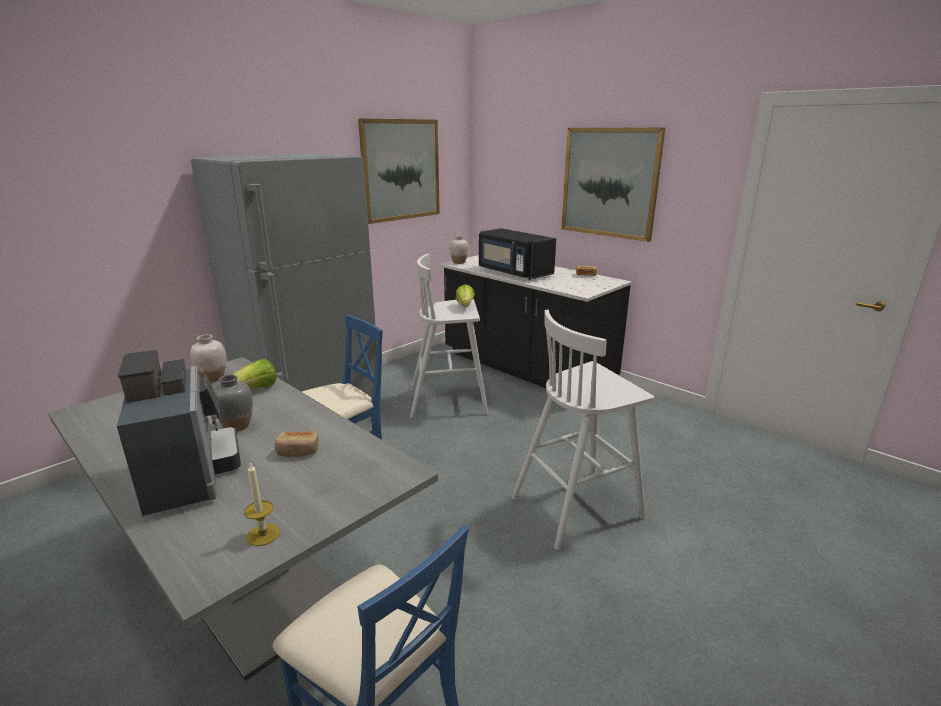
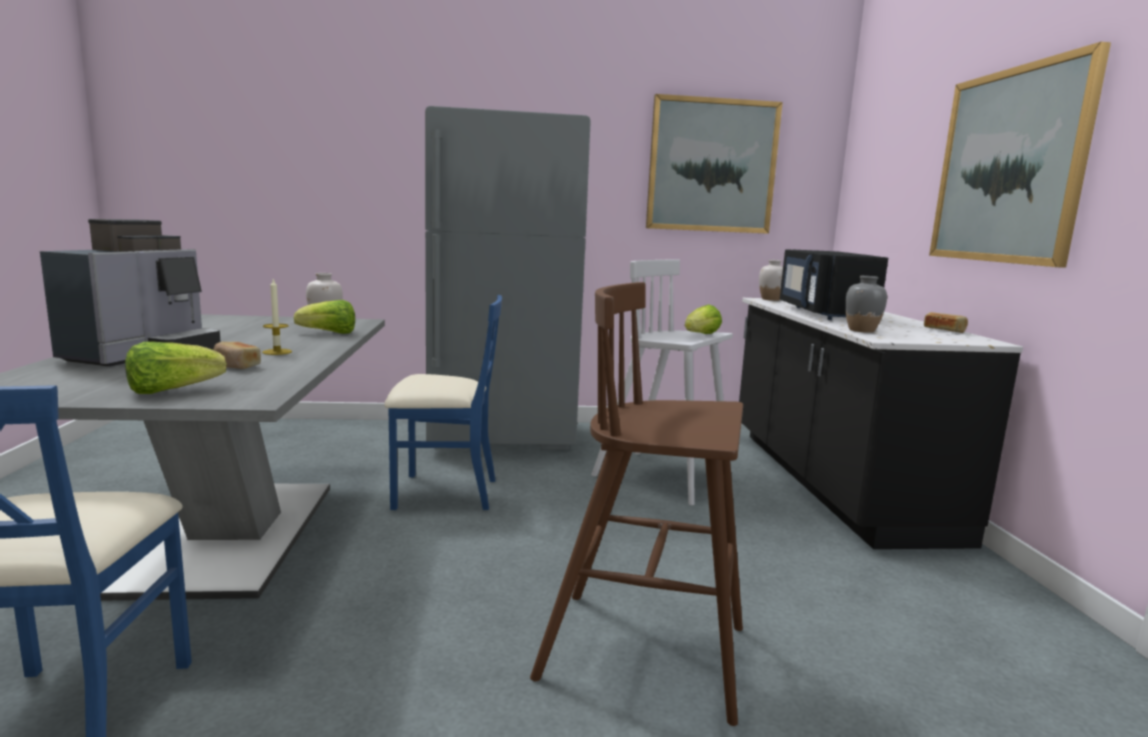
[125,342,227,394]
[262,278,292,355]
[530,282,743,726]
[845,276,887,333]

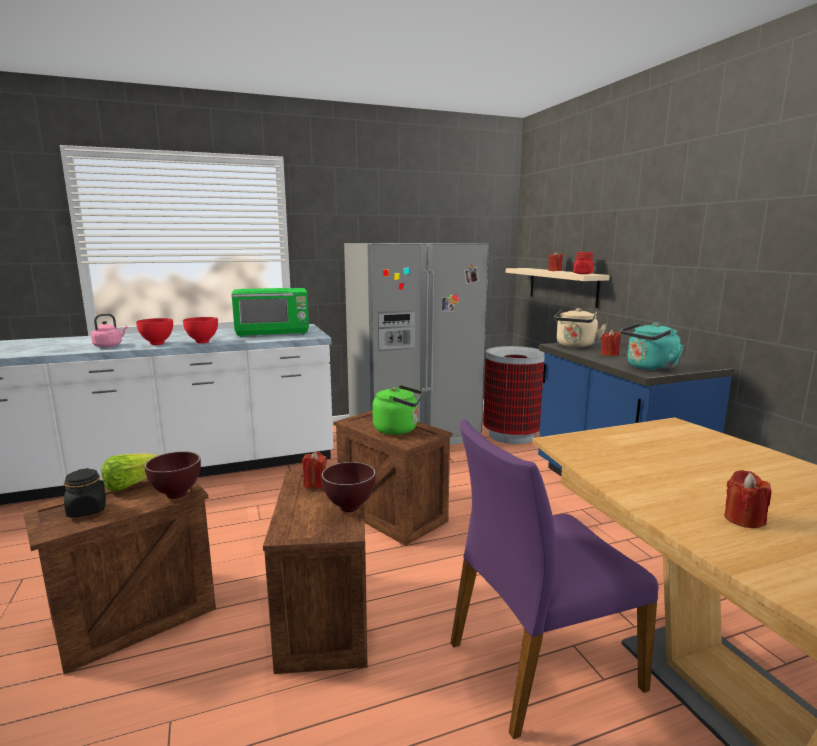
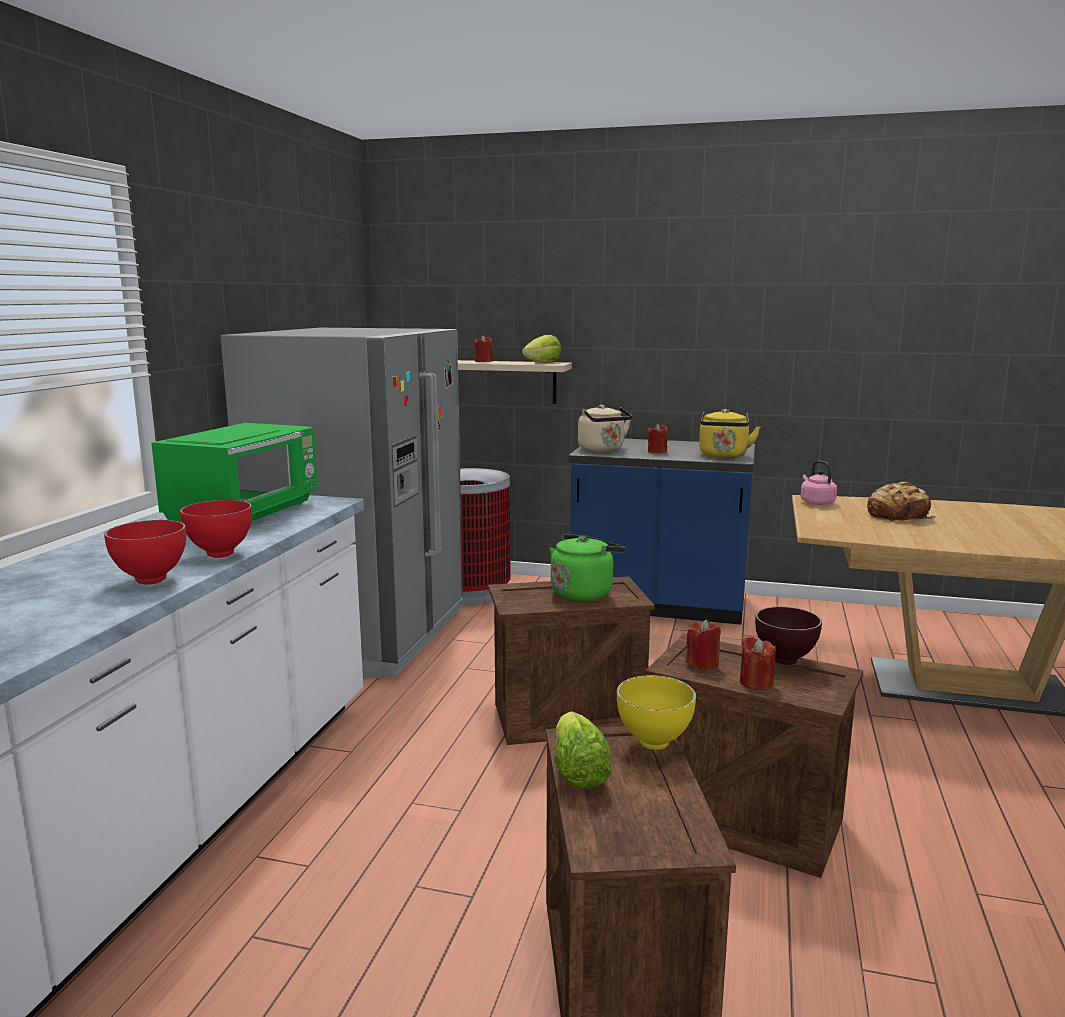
[522,335,562,363]
[617,675,696,750]
[699,409,760,458]
[740,636,776,690]
[800,460,837,505]
[867,482,936,521]
[64,468,106,518] (first image)
[451,419,659,739] (first image)

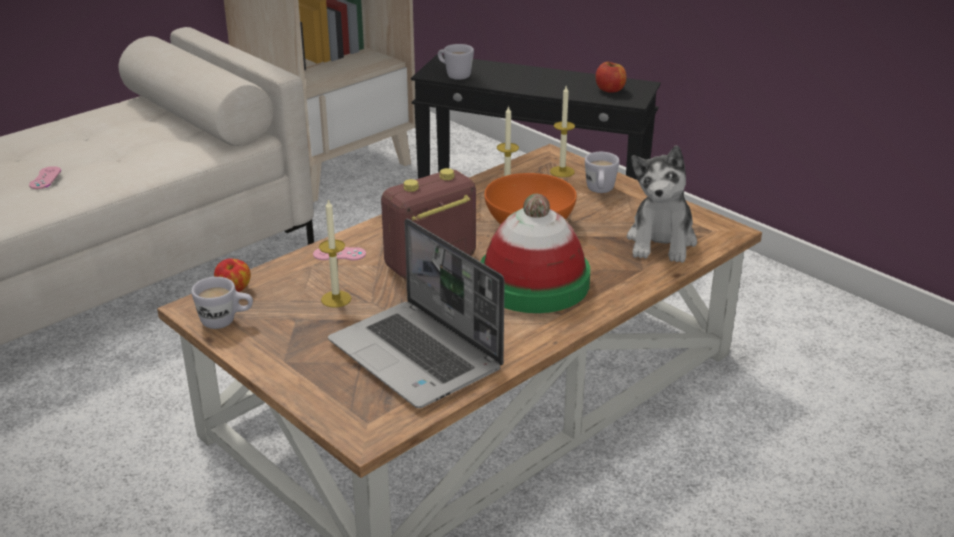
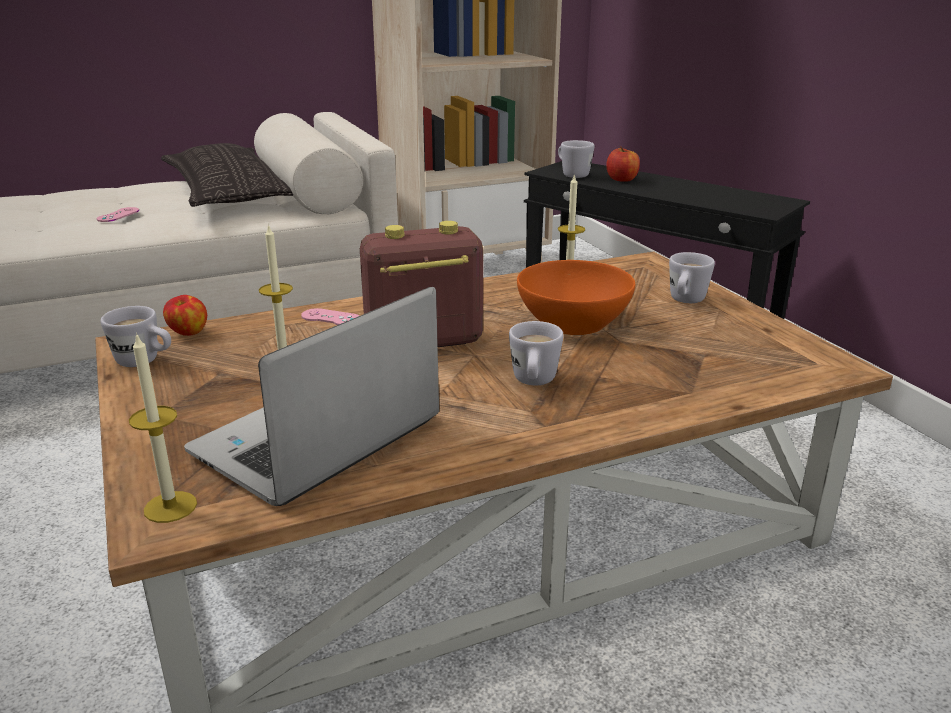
[129,333,197,523]
[161,143,293,207]
[184,287,439,506]
[509,321,563,385]
[606,146,640,182]
[627,145,697,263] (first image)

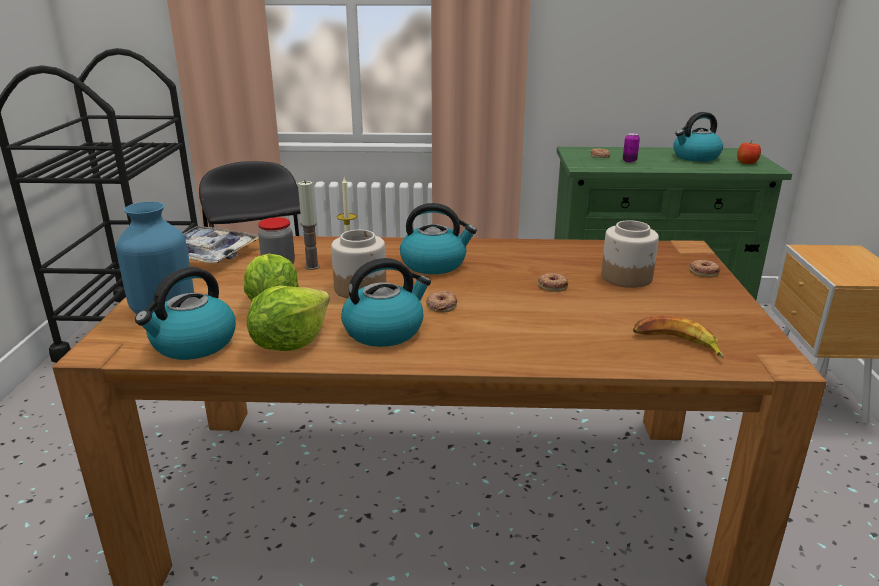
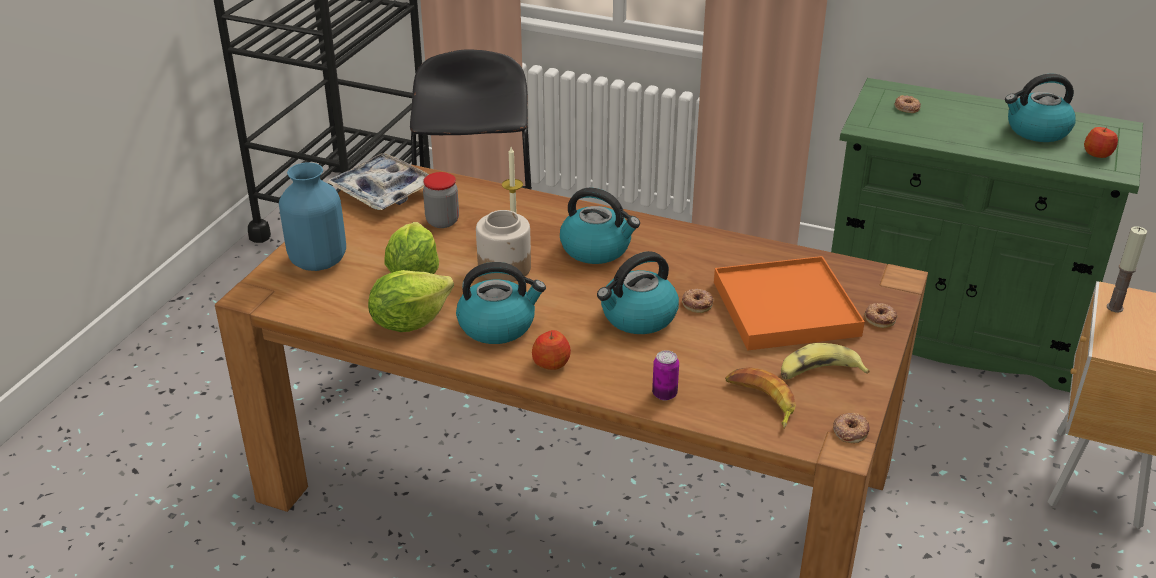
[532,330,571,370]
[597,251,679,334]
[652,350,679,400]
[714,256,865,350]
[781,343,870,380]
[833,413,870,443]
[1107,226,1147,312]

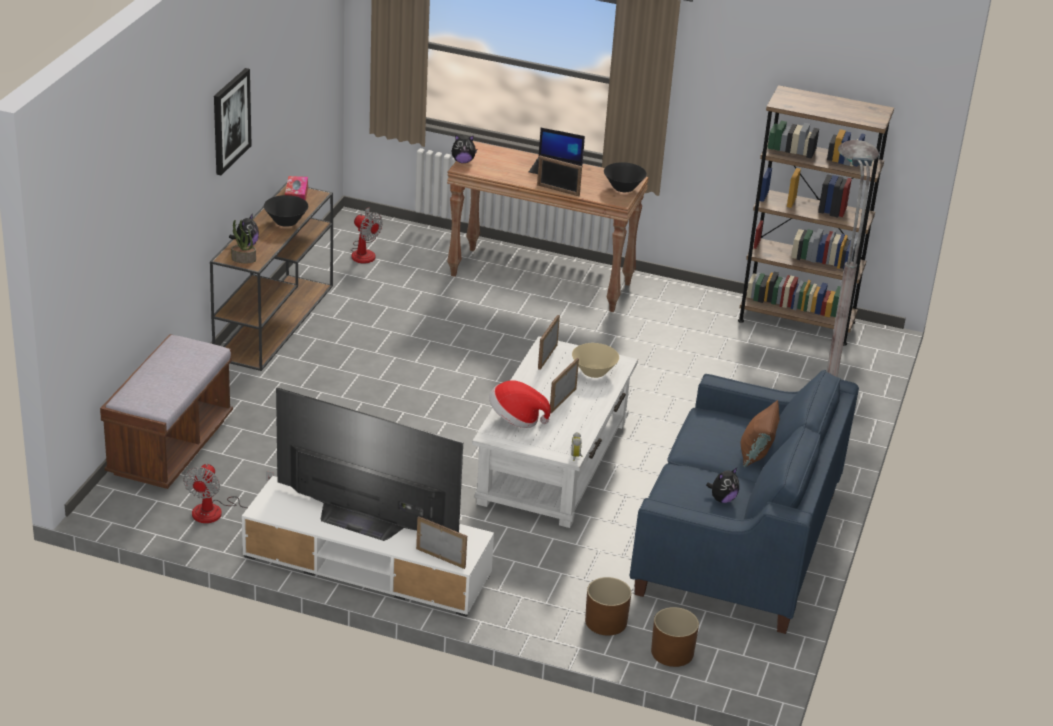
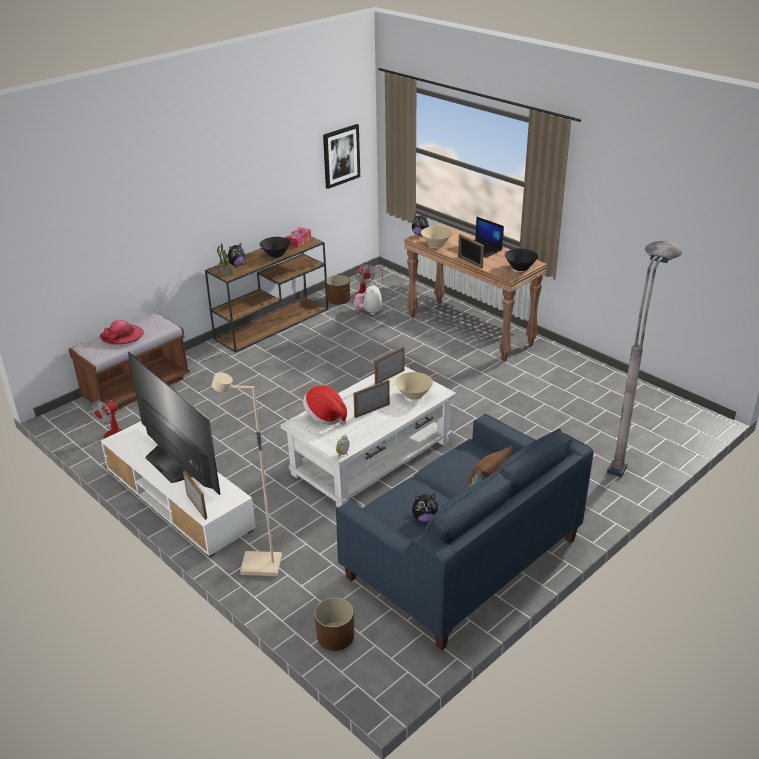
[100,320,144,344]
[212,372,282,576]
[323,124,360,189]
[327,275,350,305]
[354,284,382,315]
[421,226,452,247]
[738,85,894,346] (first image)

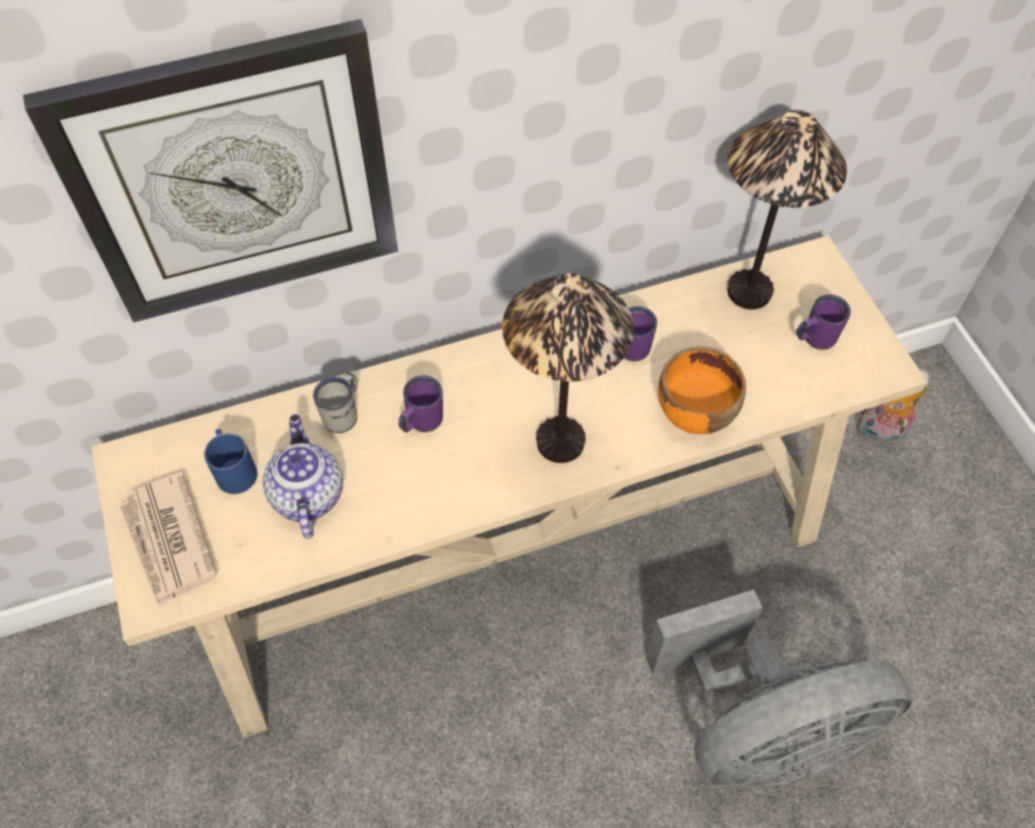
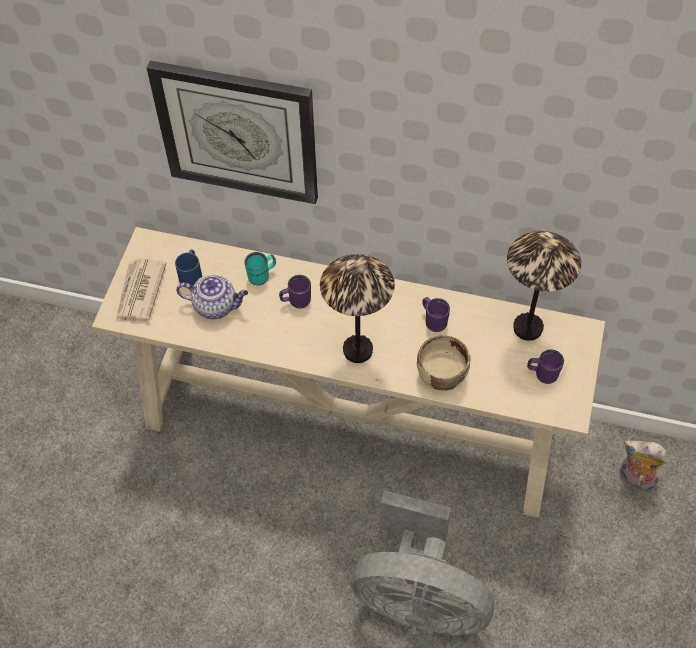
[176,275,248,319]
[244,252,276,285]
[417,335,470,390]

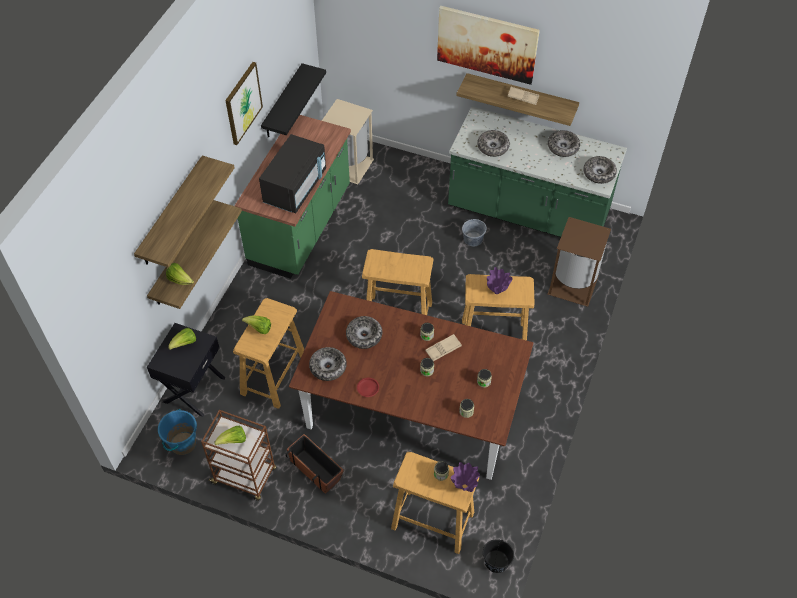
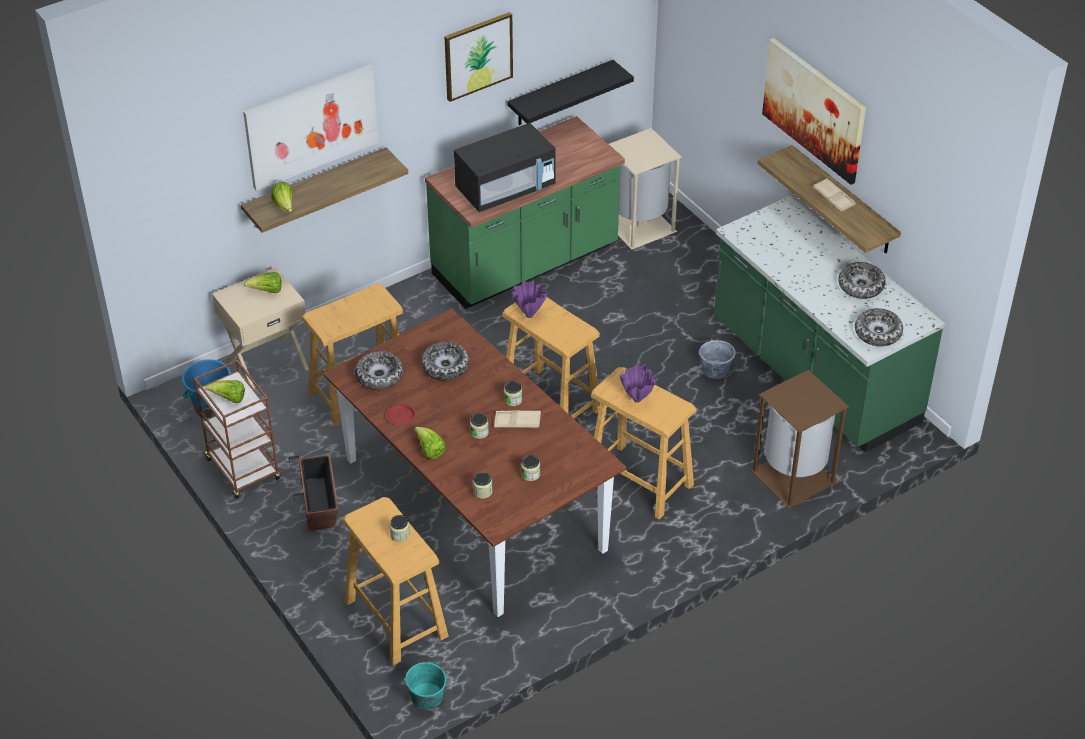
[212,267,309,391]
[243,64,379,191]
[405,662,446,709]
[415,427,446,459]
[512,280,548,318]
[477,130,510,157] (first image)

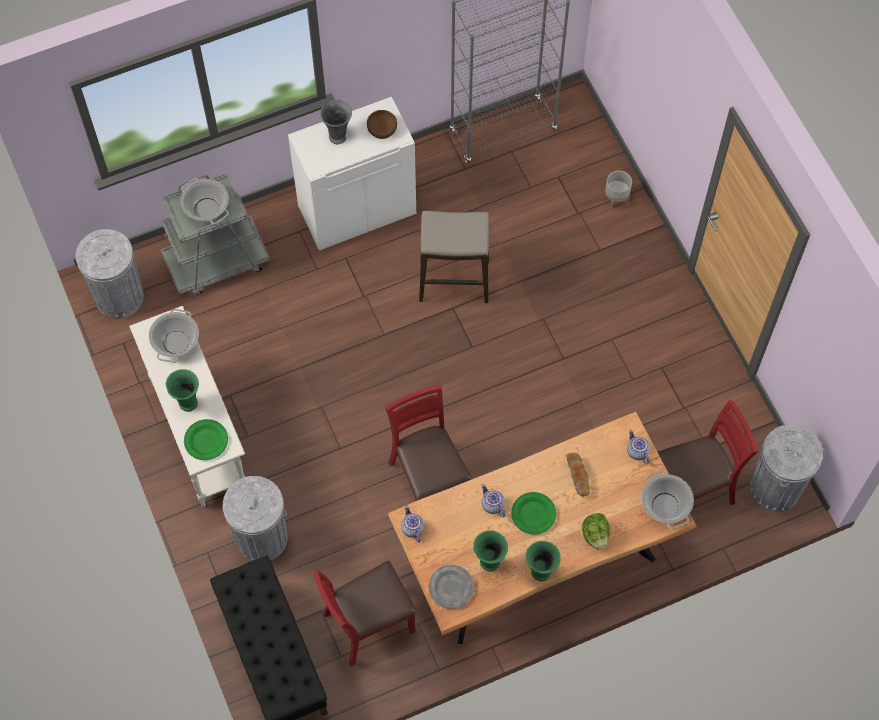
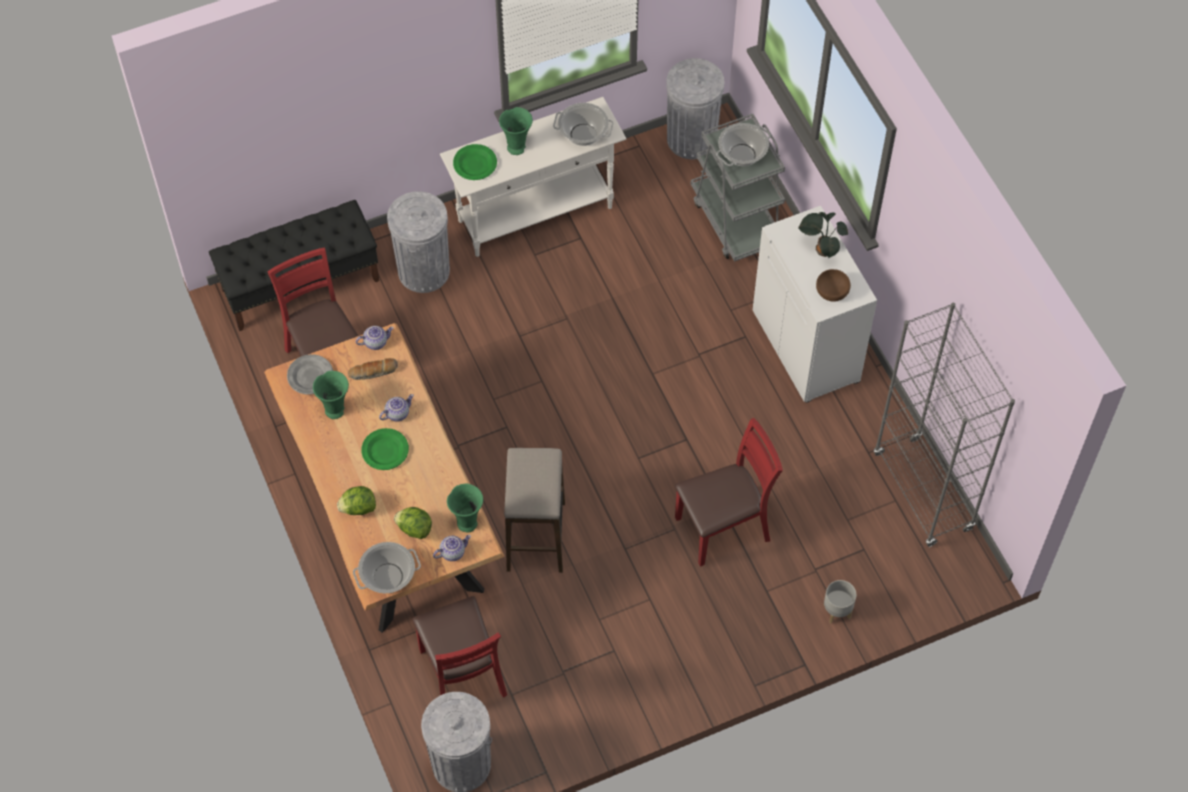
[348,358,398,380]
[394,507,432,539]
[447,484,483,533]
[504,448,565,573]
[675,418,783,567]
[798,212,848,258]

